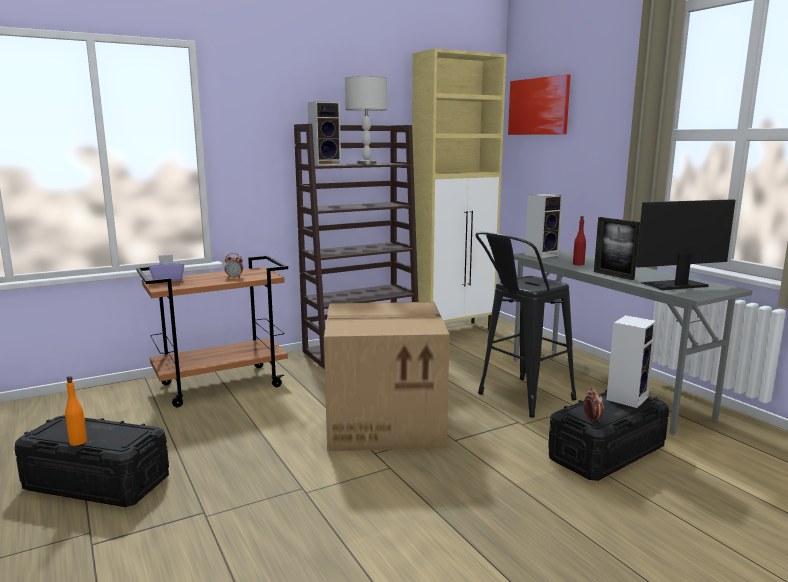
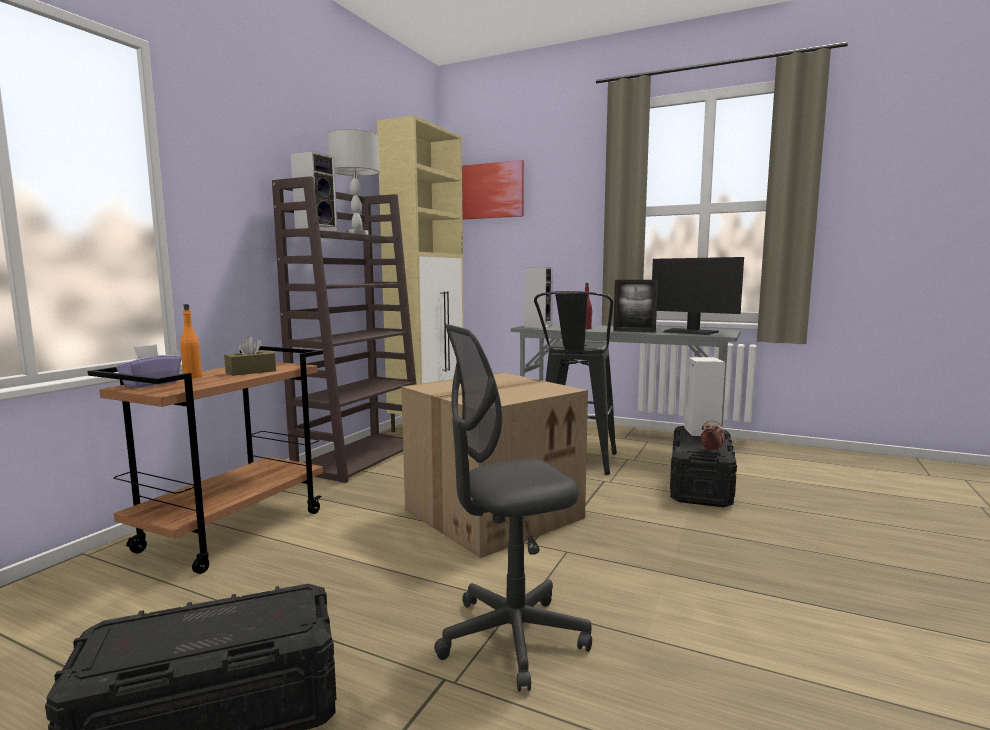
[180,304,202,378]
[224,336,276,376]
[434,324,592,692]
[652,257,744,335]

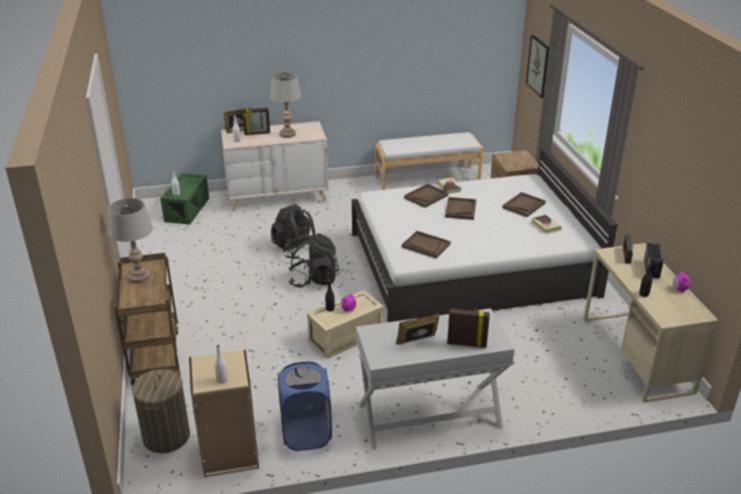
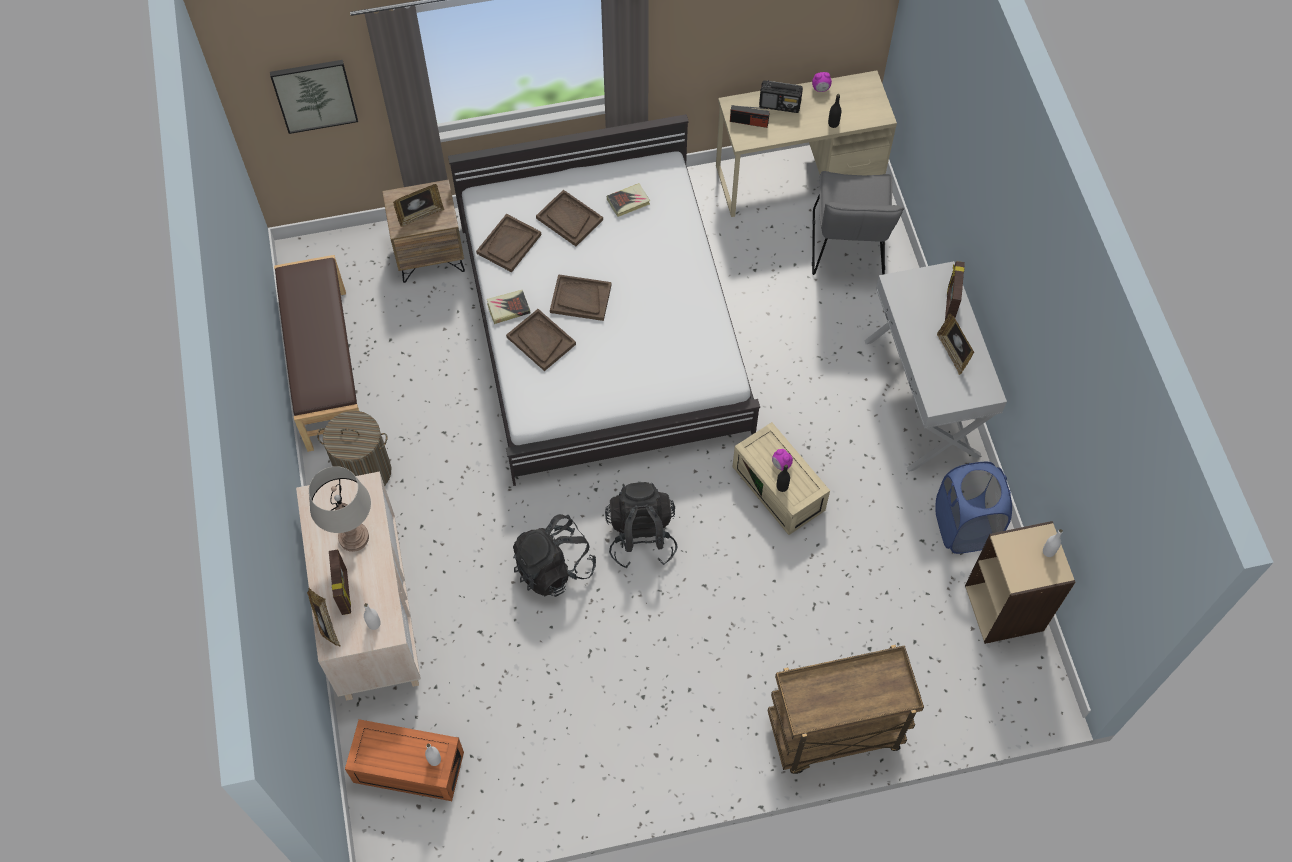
[274,255,359,452]
[317,411,391,486]
[345,719,464,801]
[393,184,444,227]
[476,214,541,272]
[812,171,904,275]
[108,198,153,284] (first image)

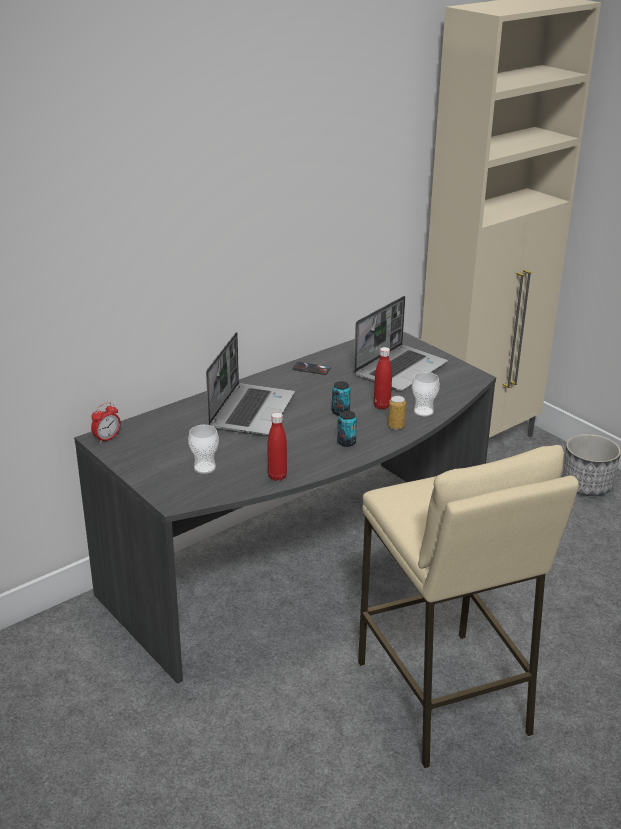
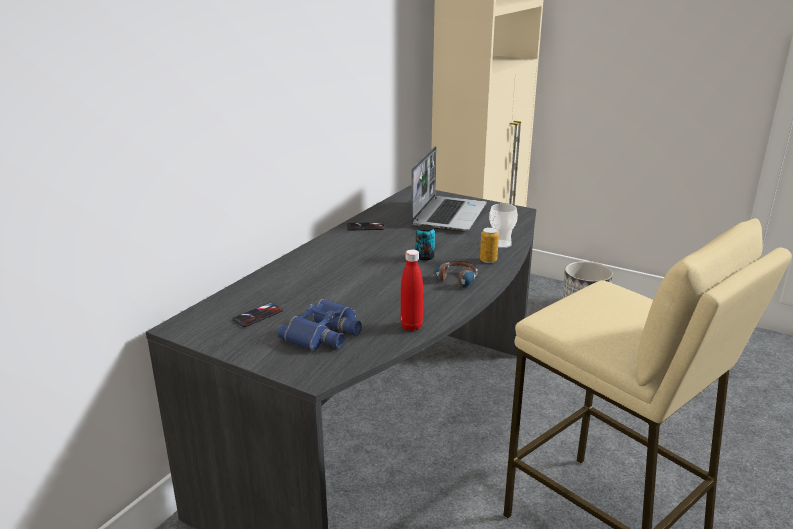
[232,303,283,327]
[277,299,362,351]
[430,261,478,287]
[91,402,121,444] (first image)
[206,332,295,435] (first image)
[374,347,392,409] (first image)

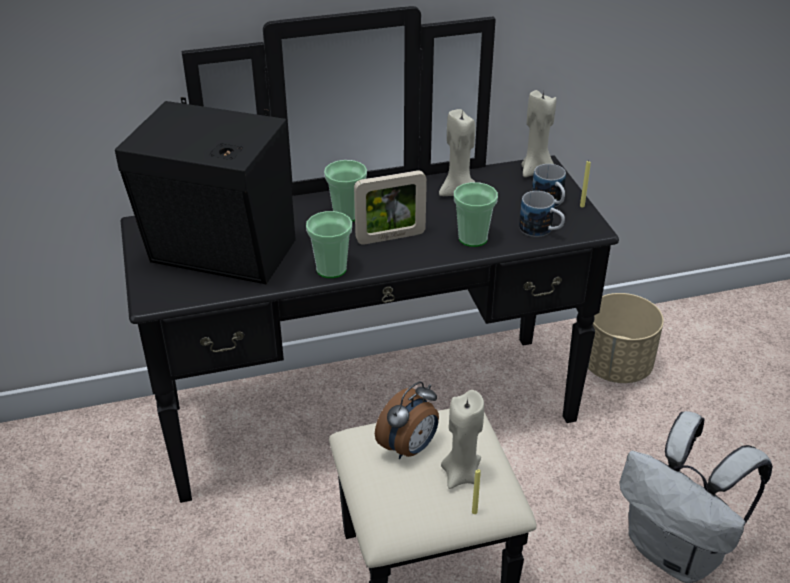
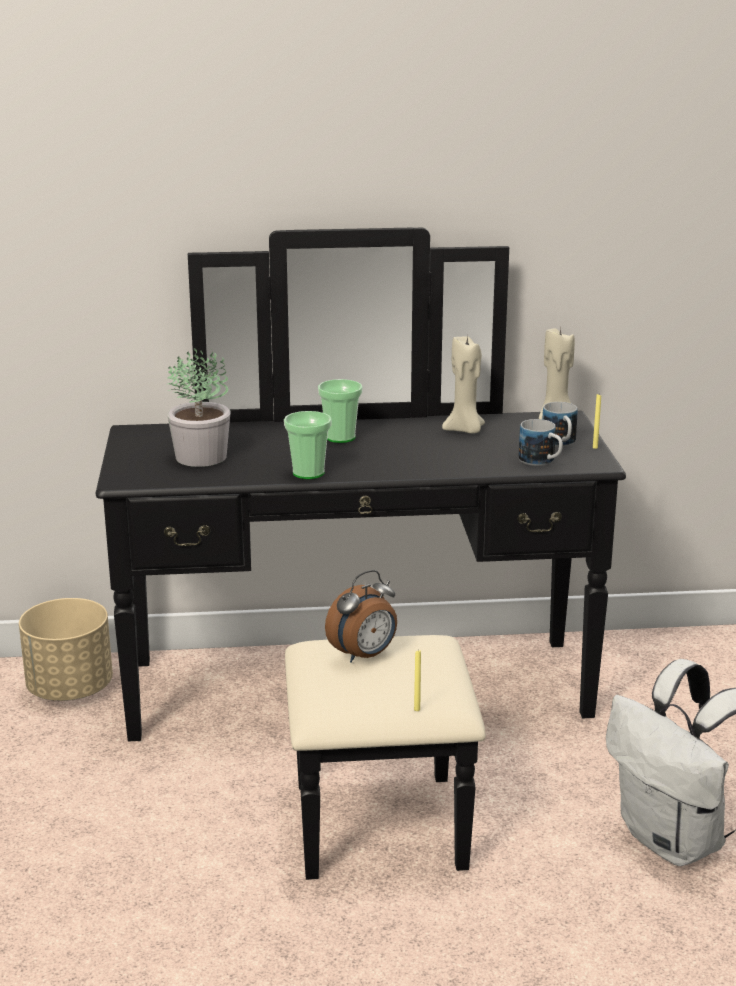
[19,598,113,701]
[167,348,231,467]
[354,170,427,245] (first image)
[441,390,484,489] (first image)
[454,182,498,247] (first image)

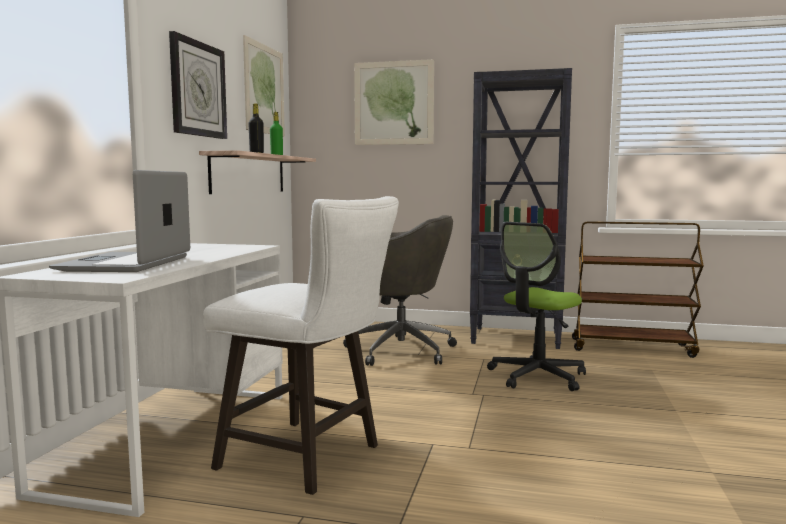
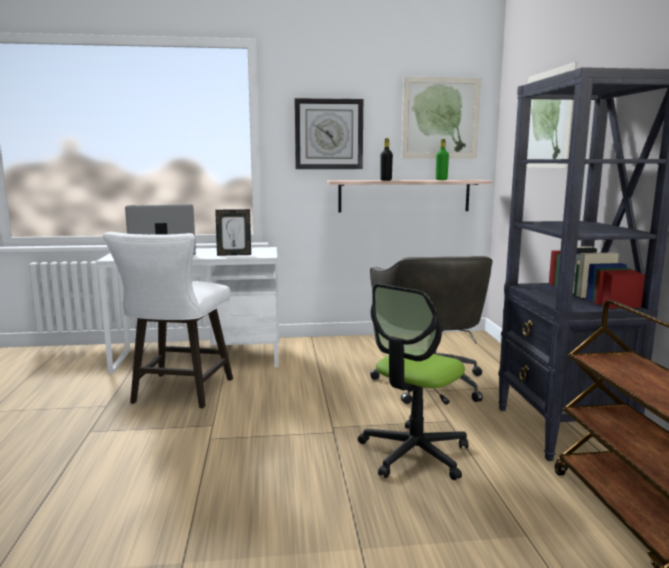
[215,209,251,256]
[358,283,468,480]

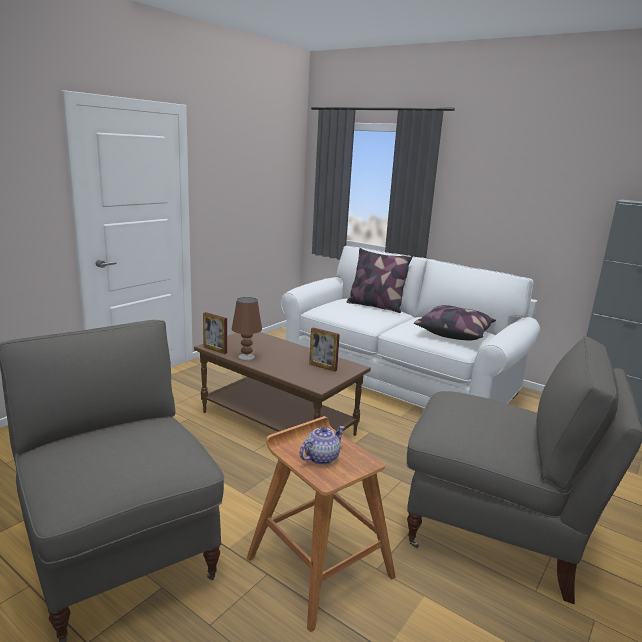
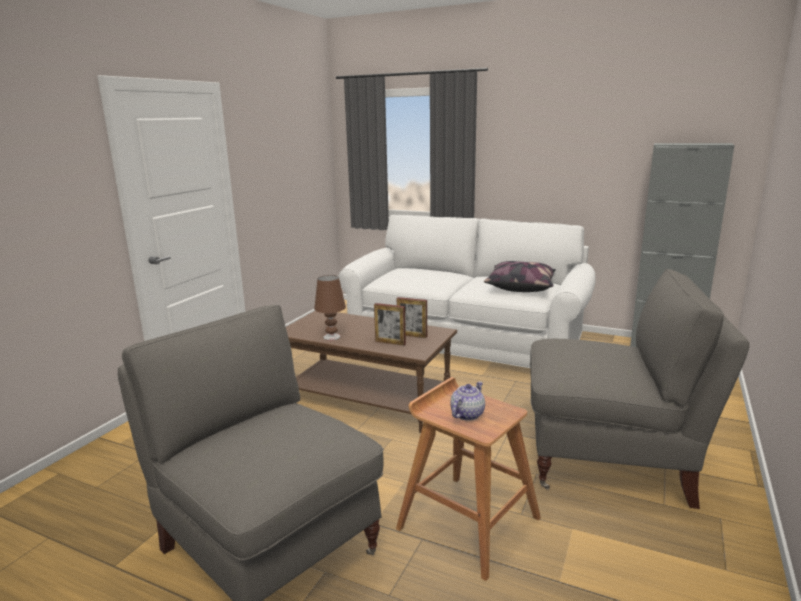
[374,303,406,346]
[347,248,413,313] (first image)

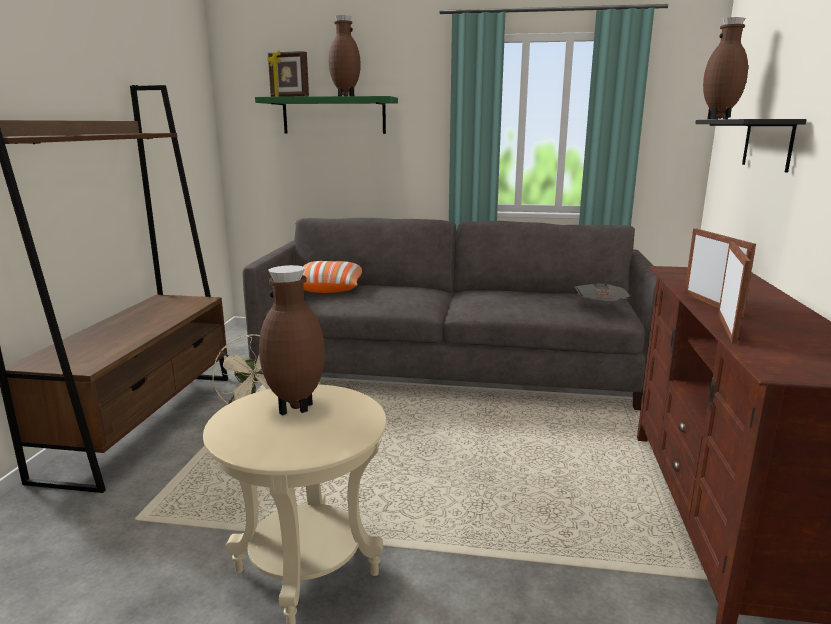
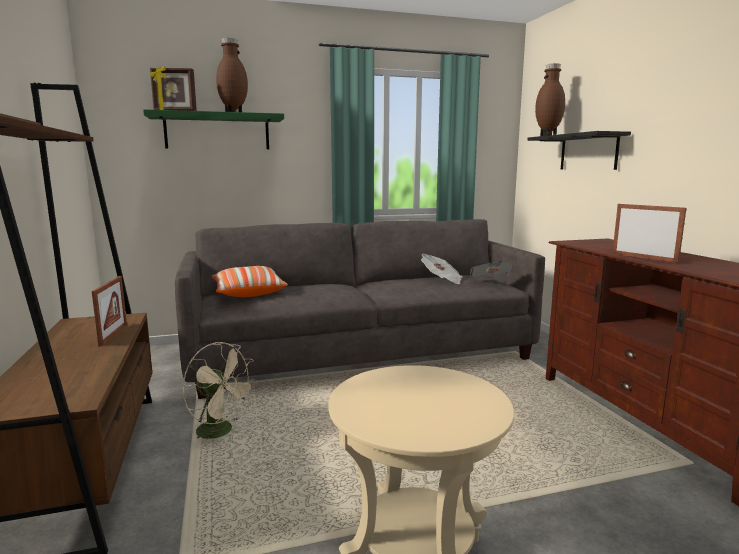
[92,276,127,346]
[421,254,462,284]
[259,265,325,416] (first image)

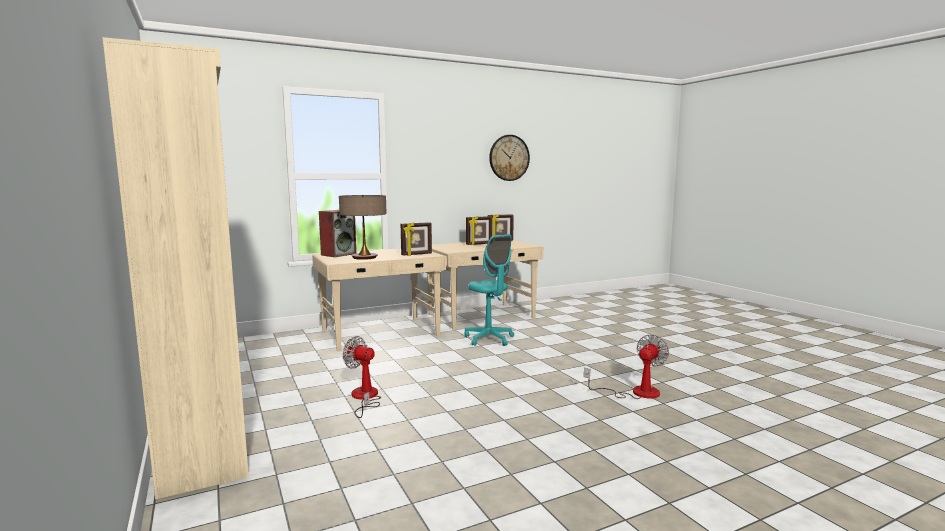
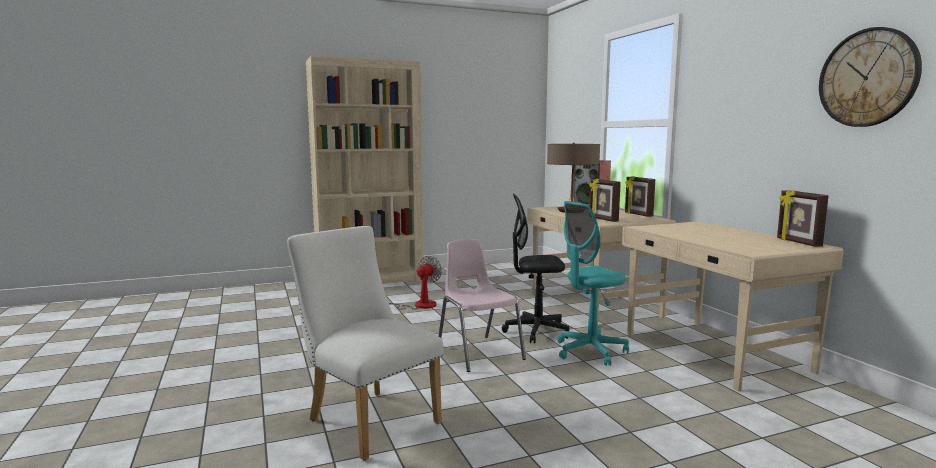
[287,226,443,460]
[438,239,526,372]
[502,193,569,343]
[625,176,655,217]

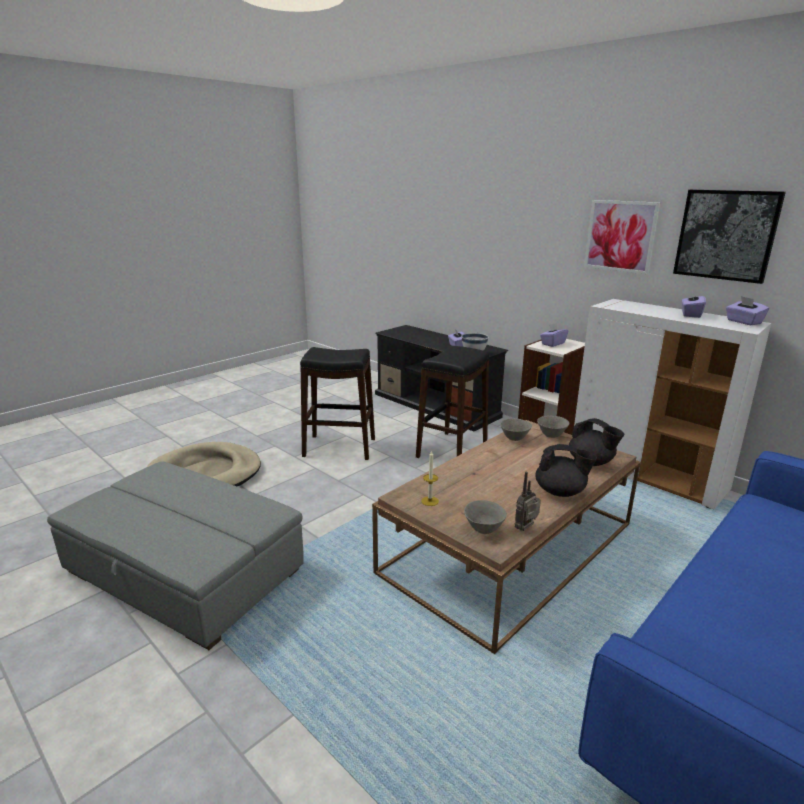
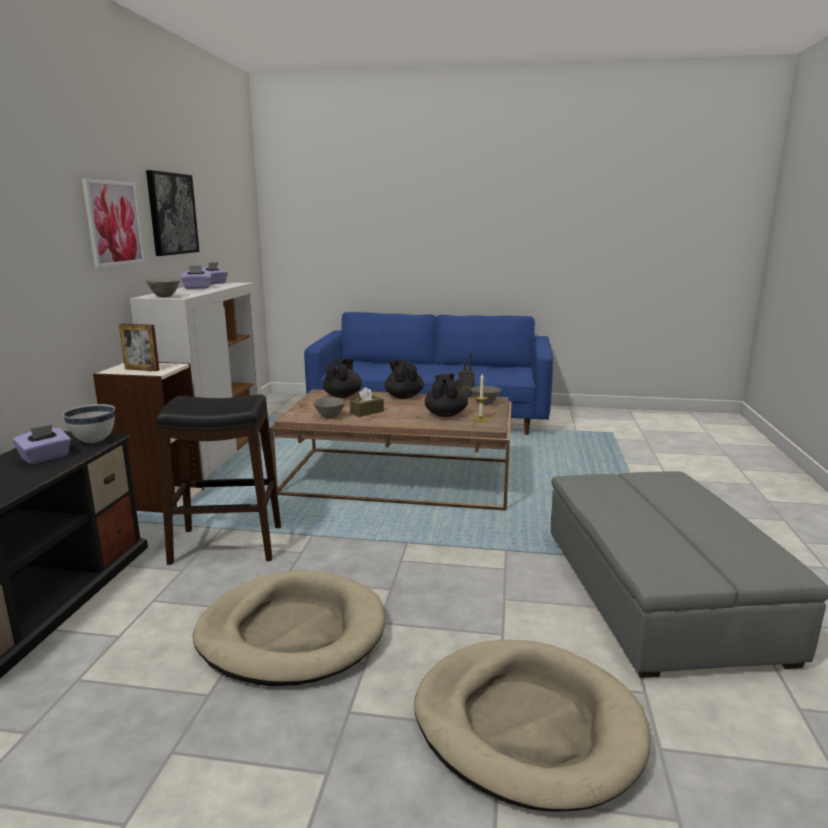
[119,324,160,371]
[146,279,180,297]
[193,570,385,686]
[350,387,384,417]
[425,373,468,417]

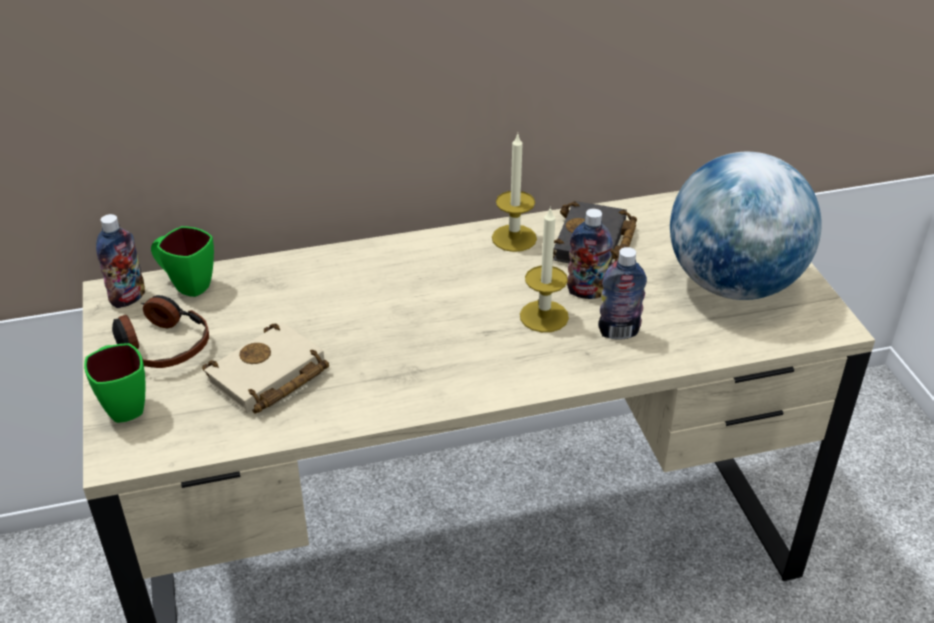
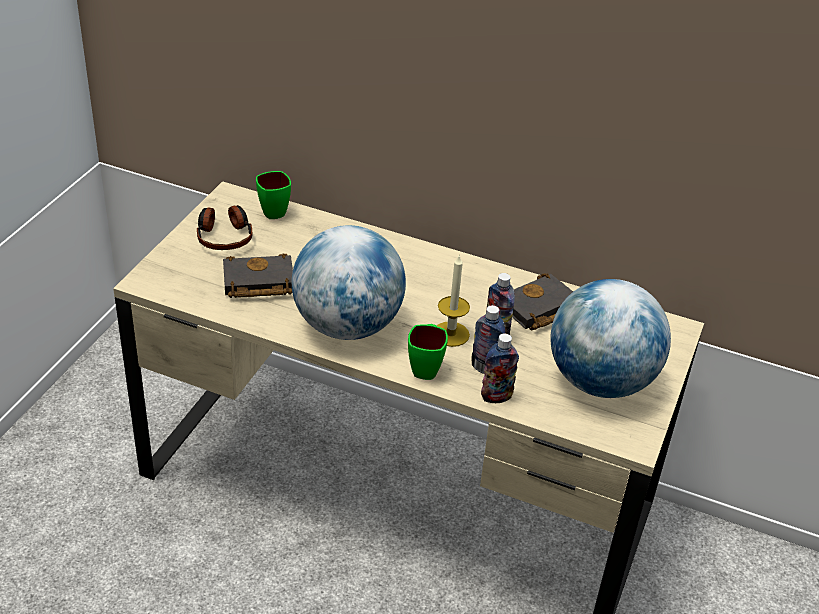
[223,253,293,298]
[292,225,406,340]
[408,324,448,380]
[481,333,519,403]
[492,133,537,252] (first image)

